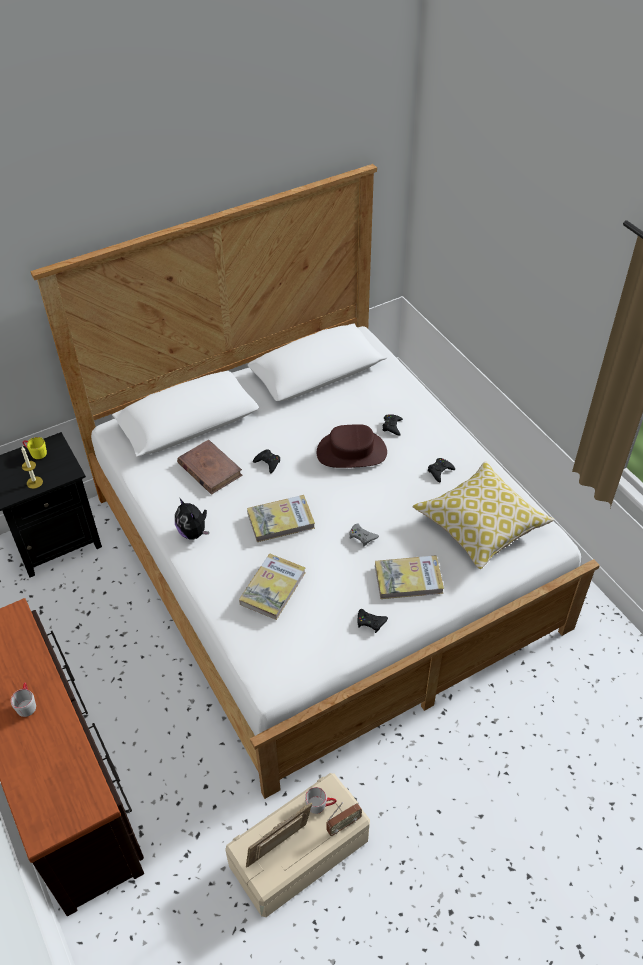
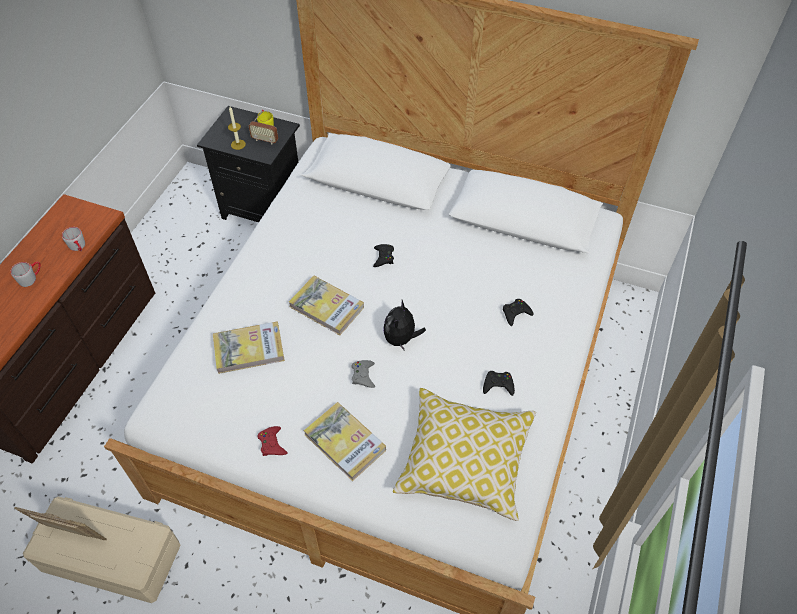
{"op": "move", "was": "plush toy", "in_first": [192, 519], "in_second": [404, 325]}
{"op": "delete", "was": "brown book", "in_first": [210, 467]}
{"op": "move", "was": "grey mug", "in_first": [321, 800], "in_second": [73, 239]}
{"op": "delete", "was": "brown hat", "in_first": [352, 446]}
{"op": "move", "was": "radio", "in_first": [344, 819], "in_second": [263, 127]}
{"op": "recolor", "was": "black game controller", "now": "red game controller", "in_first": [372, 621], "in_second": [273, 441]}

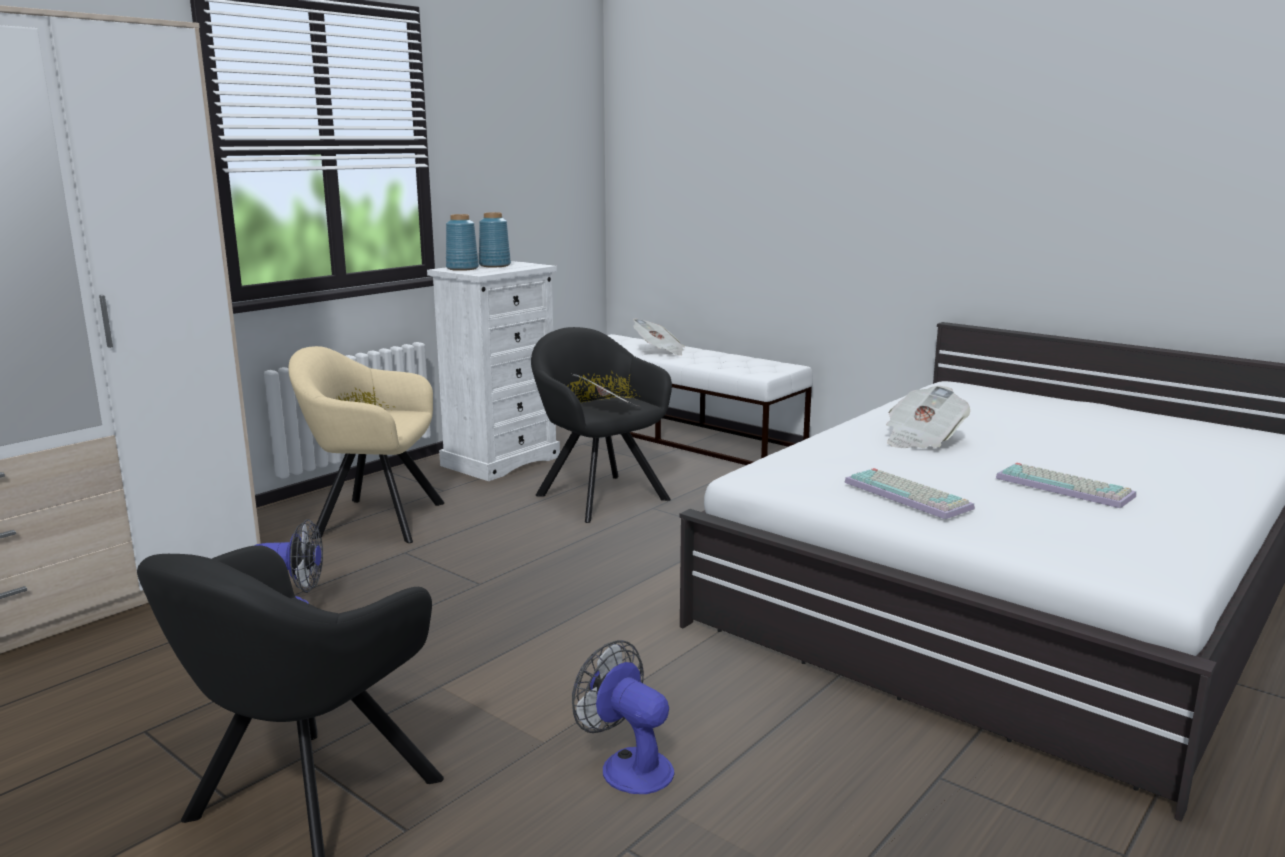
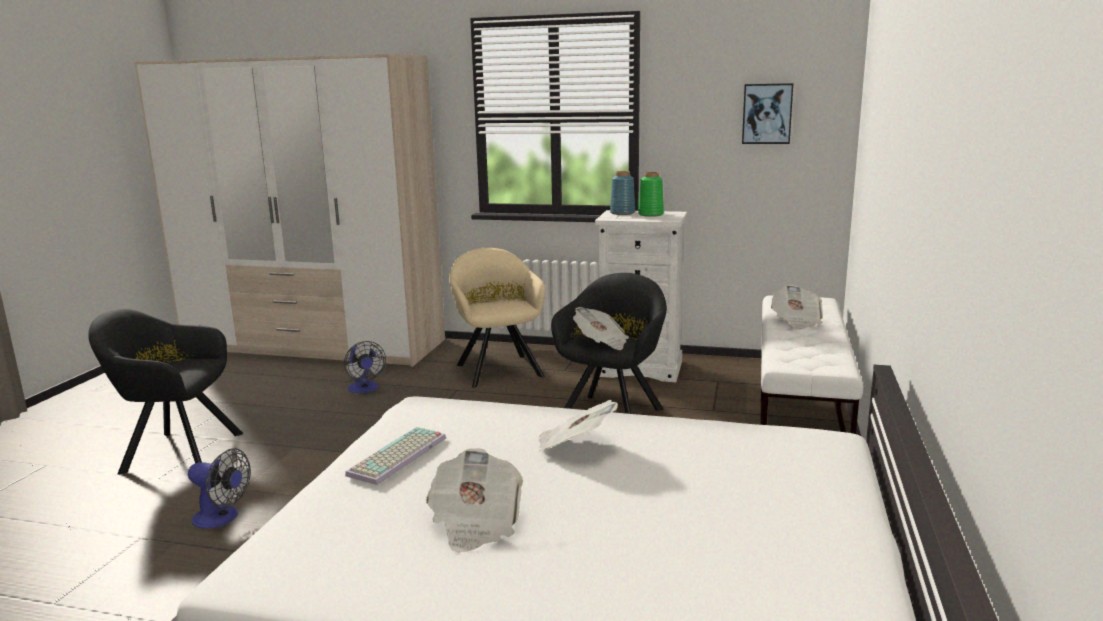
{"op": "recolor", "was": "blue vase", "now": "green vase", "in_first": [495, 239], "in_second": [651, 194]}
{"op": "rotate", "was": "fan", "in_first": [623, 717], "in_second": [219, 488], "clockwise": 90}
{"op": "replace", "was": "keyboard", "now": "newspaper", "in_first": [1066, 486], "in_second": [474, 500]}
{"op": "insert", "now": "picture", "in_second": [767, 113]}

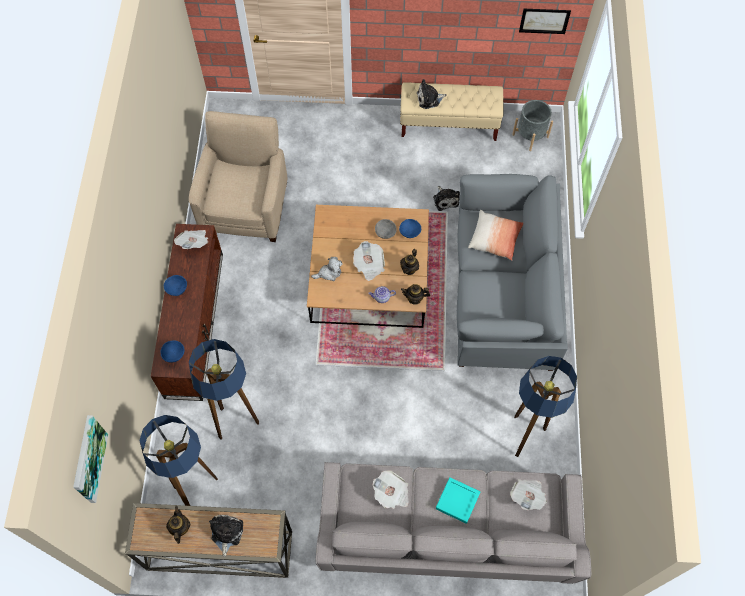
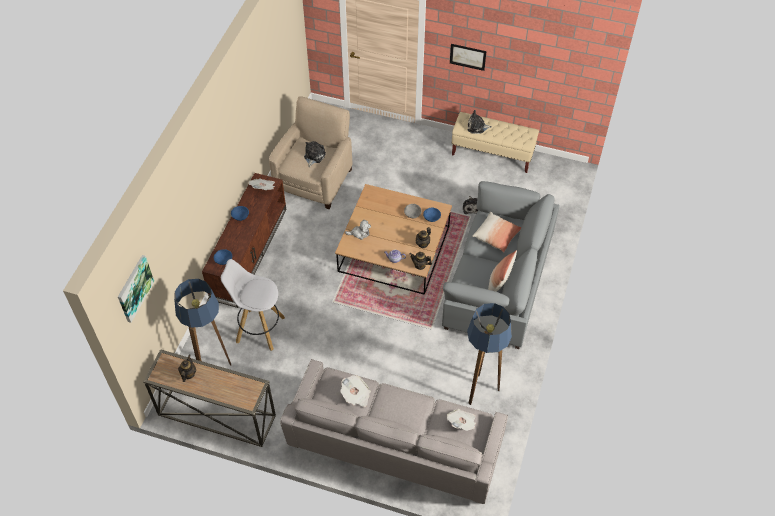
{"op": "replace", "was": "floor lamp", "now": "white stool", "in_first": [224, 389], "in_second": [253, 305]}
{"op": "move", "was": "plush toy", "in_first": [226, 536], "in_second": [315, 154]}
{"op": "delete", "was": "newspaper", "in_first": [369, 261]}
{"op": "delete", "was": "turquoise tray", "in_first": [458, 500]}
{"op": "delete", "was": "grey planter", "in_first": [532, 125]}
{"op": "move", "was": "picture", "in_first": [545, 21], "in_second": [468, 57]}
{"op": "insert", "now": "pillow", "in_second": [502, 271]}

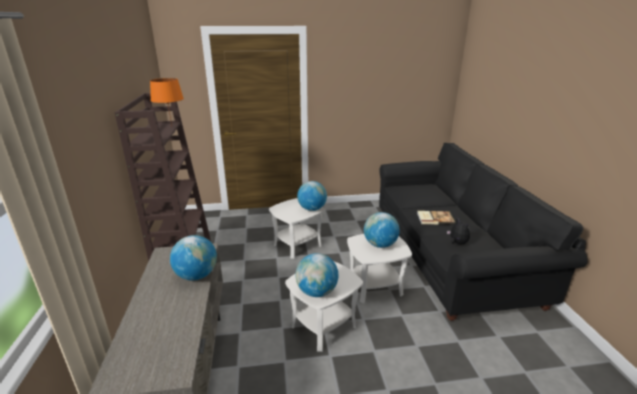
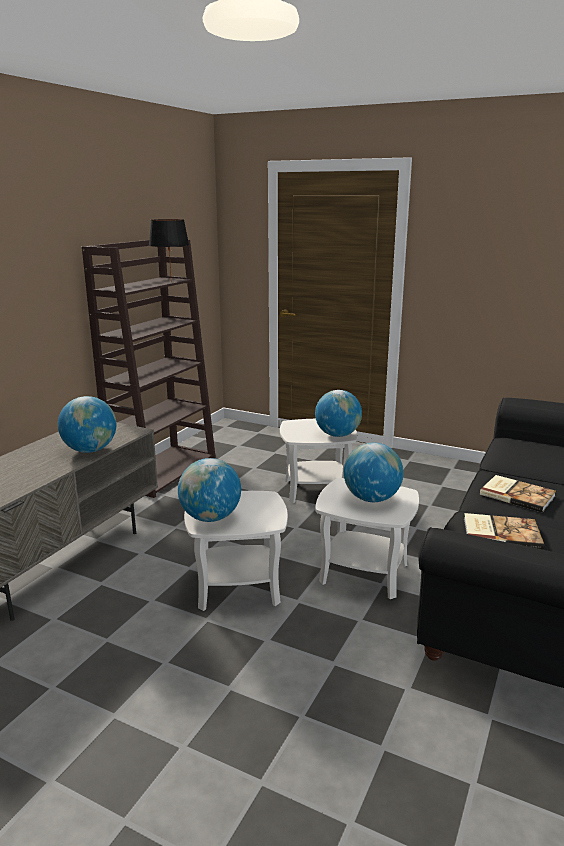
{"op": "recolor", "was": "orange table lamp", "now": "black table lamp", "in_first": [167, 101], "in_second": [169, 247]}
{"op": "replace", "was": "plush toy", "now": "book", "in_first": [458, 231], "in_second": [504, 531]}

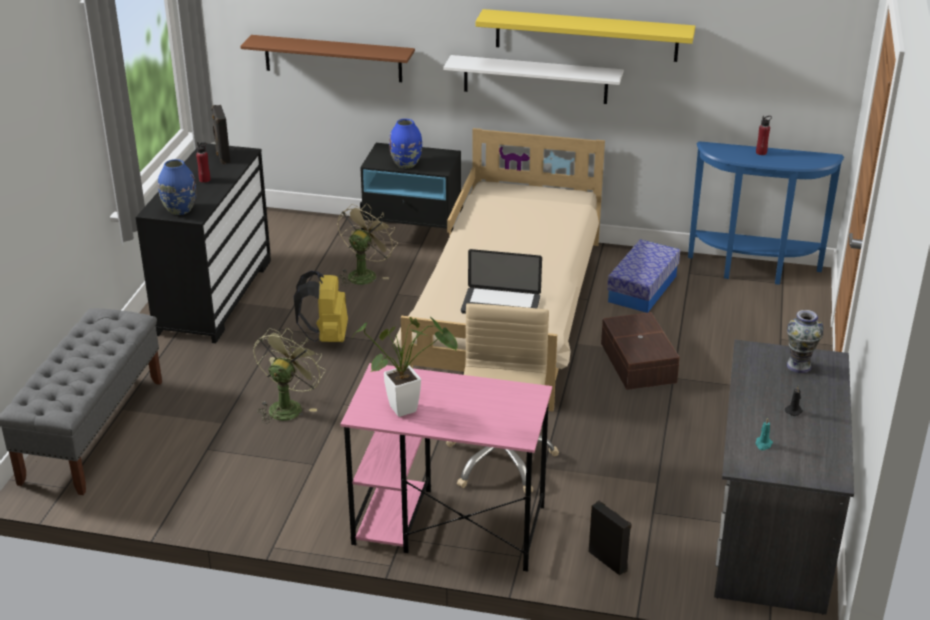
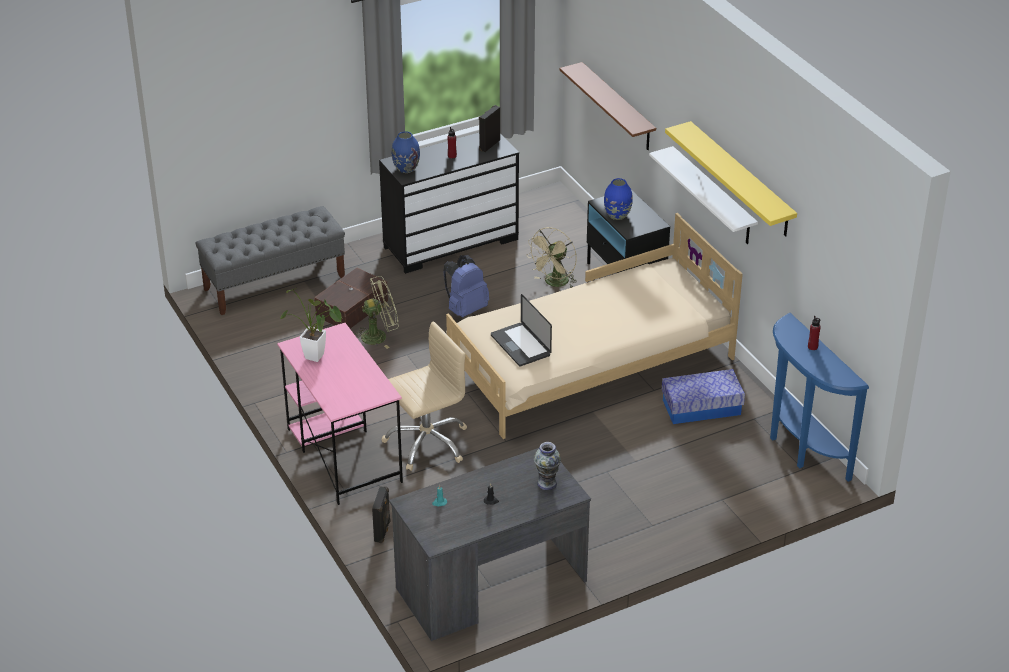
{"op": "recolor", "was": "yellow backpack", "now": "blue backpack", "in_first": [321, 306], "in_second": [466, 286]}
{"op": "rotate", "was": "beige fan", "in_first": [367, 245], "in_second": [552, 257], "clockwise": 135}
{"op": "move", "was": "brown storage box", "in_first": [640, 351], "in_second": [351, 297]}

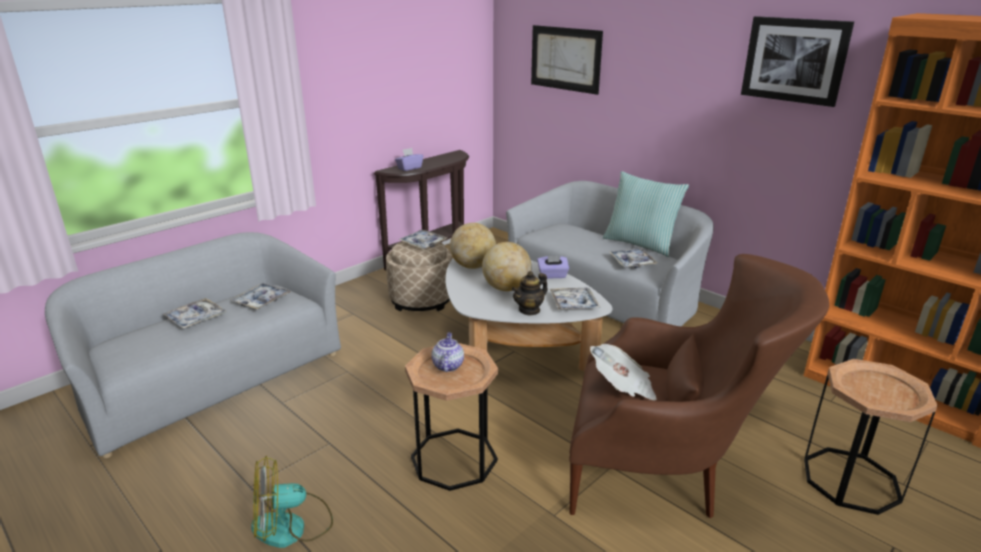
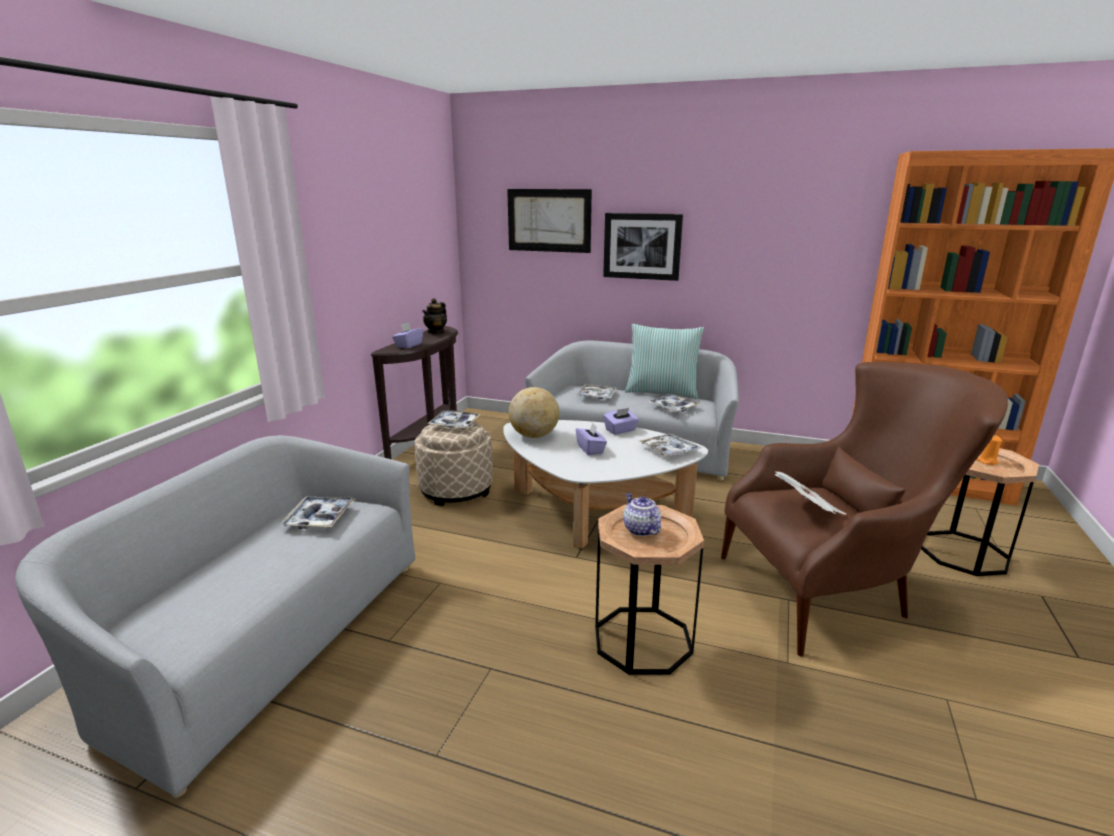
{"op": "move", "was": "tray", "in_first": [194, 313], "in_second": [597, 391]}
{"op": "delete", "was": "fan", "in_first": [292, 502]}
{"op": "replace", "was": "globe", "now": "purple tissue box", "in_first": [507, 266], "in_second": [591, 439]}
{"op": "move", "was": "teapot", "in_first": [530, 293], "in_second": [434, 316]}
{"op": "move", "was": "picture", "in_first": [797, 61], "in_second": [643, 247]}
{"op": "insert", "now": "orange candle", "in_second": [989, 450]}

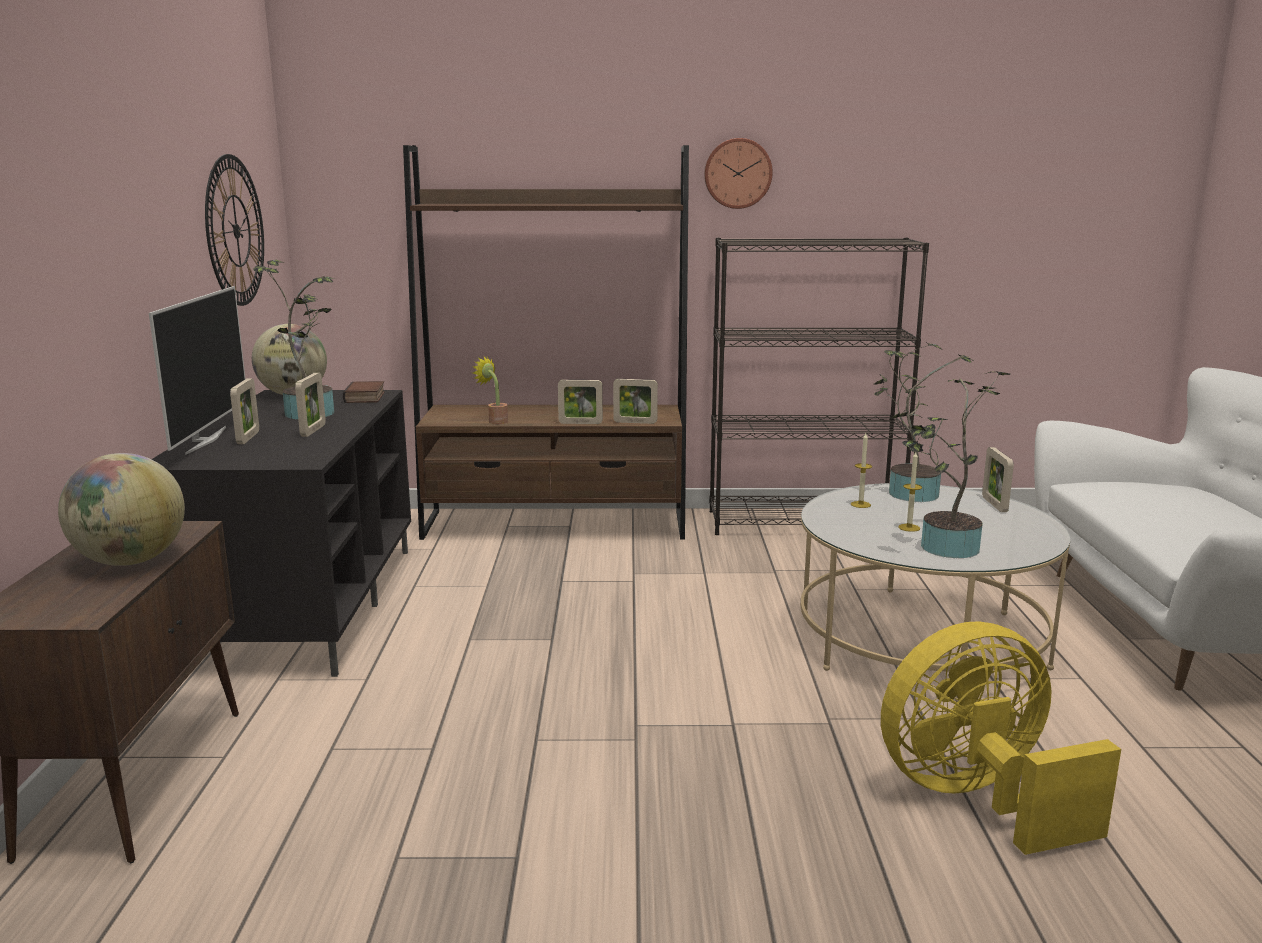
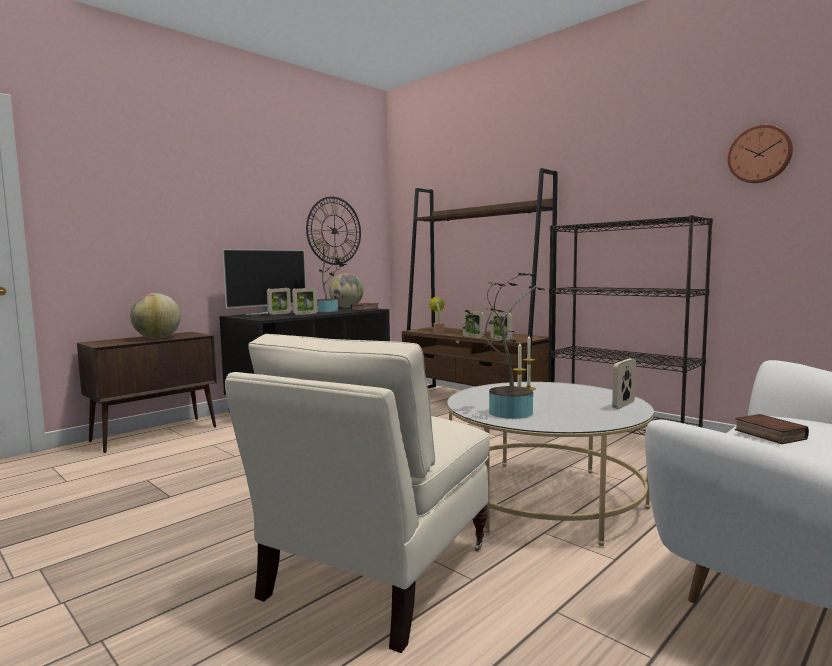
{"op": "move", "was": "wall clock", "in_first": [738, 173], "in_second": [760, 154]}
{"op": "delete", "was": "potted plant", "in_first": [924, 422]}
{"op": "replace", "was": "yellow fan", "now": "beige armchair", "in_first": [1001, 738], "in_second": [357, 493]}
{"op": "insert", "now": "book", "in_second": [772, 429]}

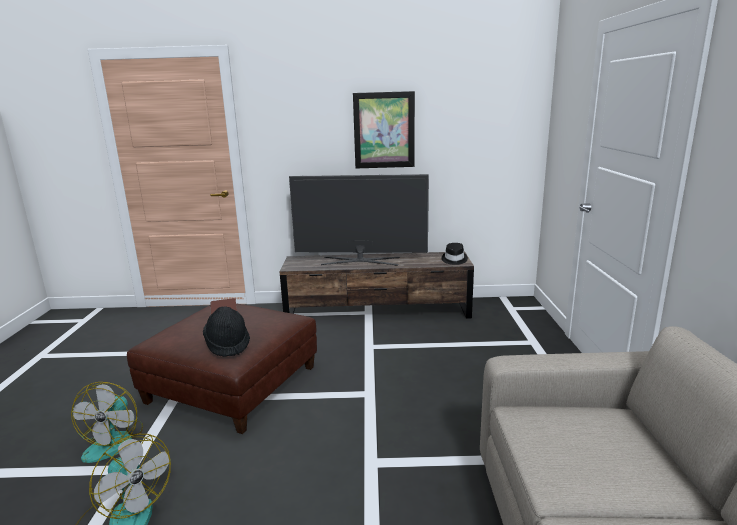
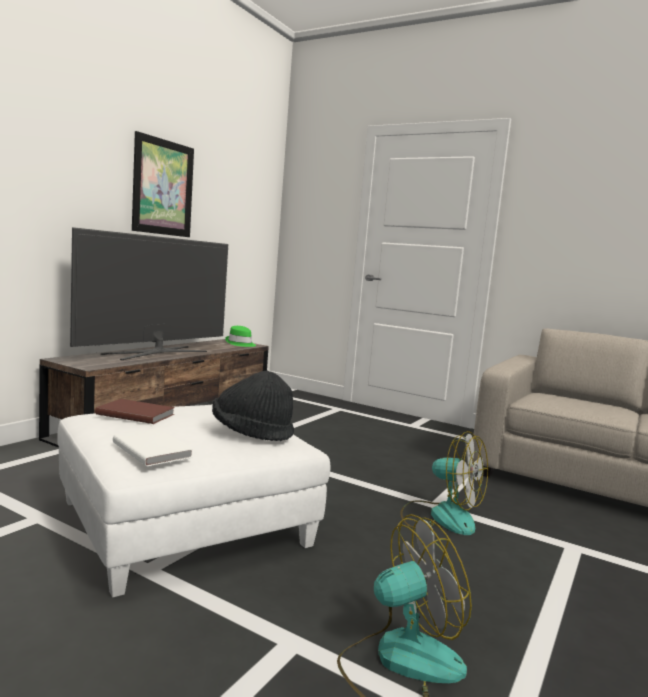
{"op": "move", "was": "fan", "in_first": [107, 422], "in_second": [444, 483]}
{"op": "recolor", "was": "brown ottoman", "now": "white ottoman", "in_first": [222, 369], "in_second": [193, 501]}
{"op": "recolor", "was": "black hat", "now": "green hat", "in_first": [455, 254], "in_second": [240, 336]}
{"op": "insert", "now": "white book", "in_second": [153, 447]}

